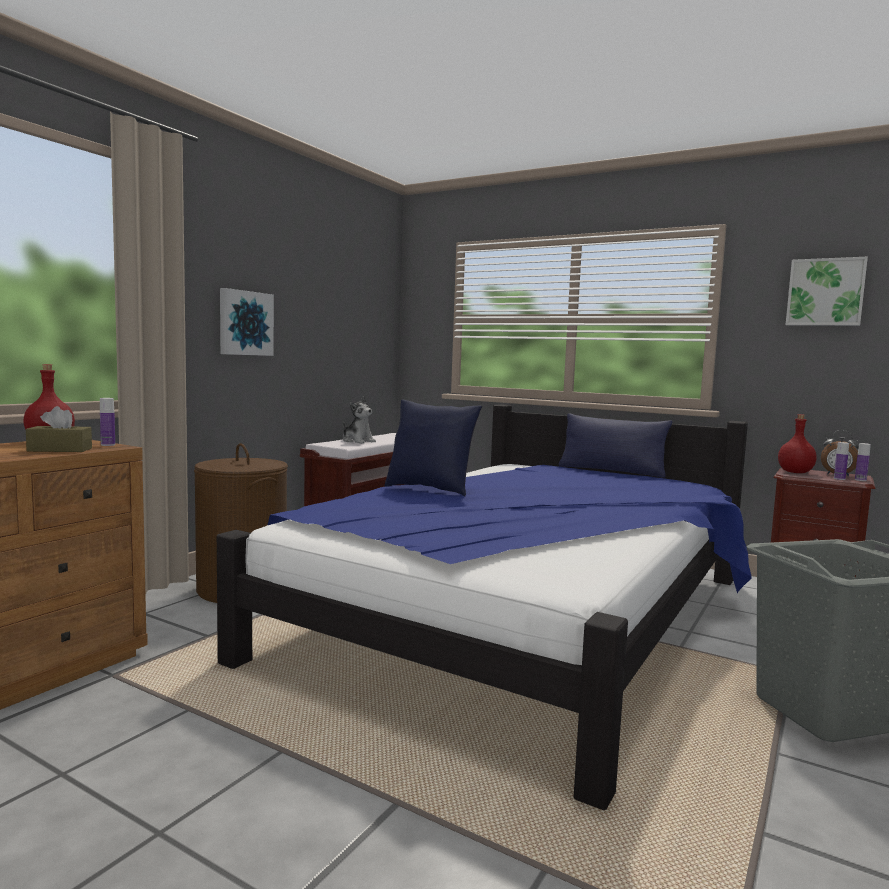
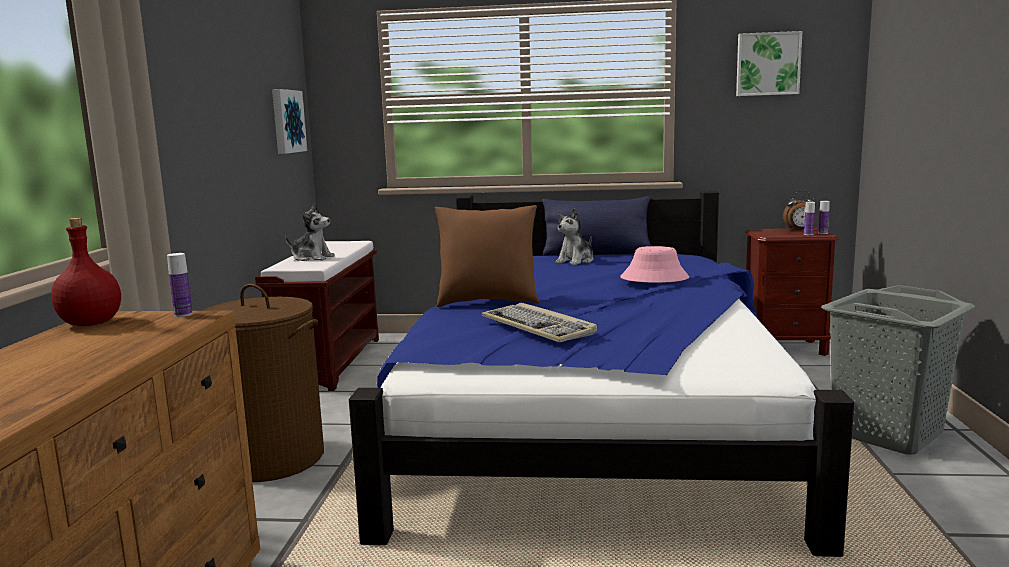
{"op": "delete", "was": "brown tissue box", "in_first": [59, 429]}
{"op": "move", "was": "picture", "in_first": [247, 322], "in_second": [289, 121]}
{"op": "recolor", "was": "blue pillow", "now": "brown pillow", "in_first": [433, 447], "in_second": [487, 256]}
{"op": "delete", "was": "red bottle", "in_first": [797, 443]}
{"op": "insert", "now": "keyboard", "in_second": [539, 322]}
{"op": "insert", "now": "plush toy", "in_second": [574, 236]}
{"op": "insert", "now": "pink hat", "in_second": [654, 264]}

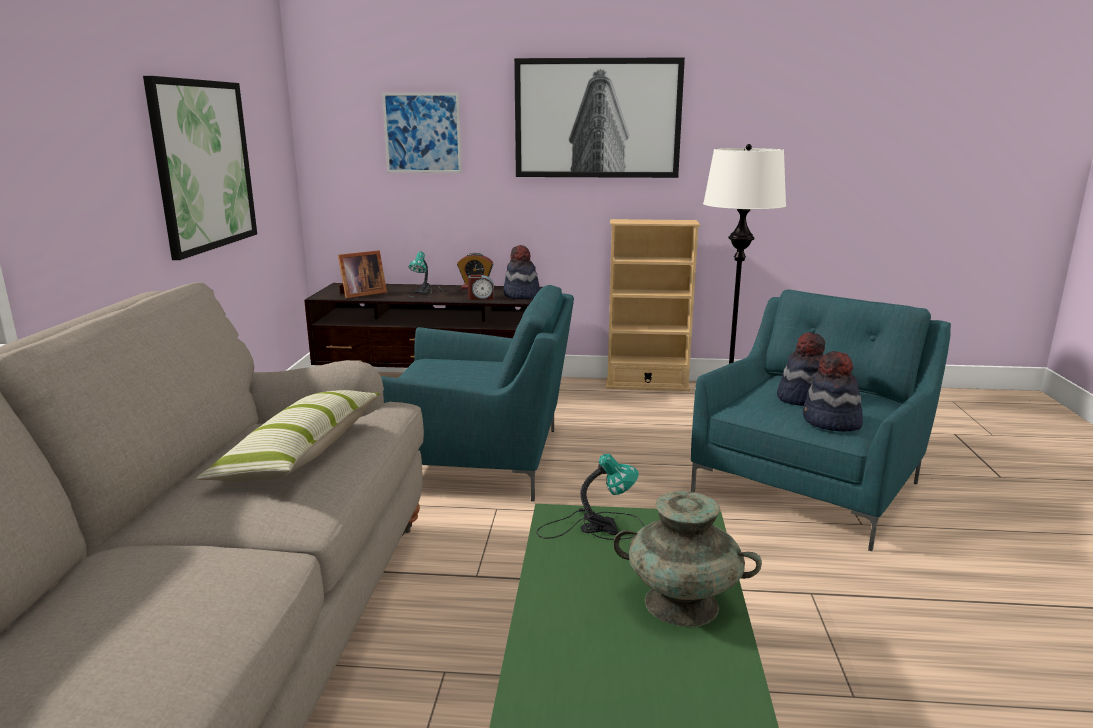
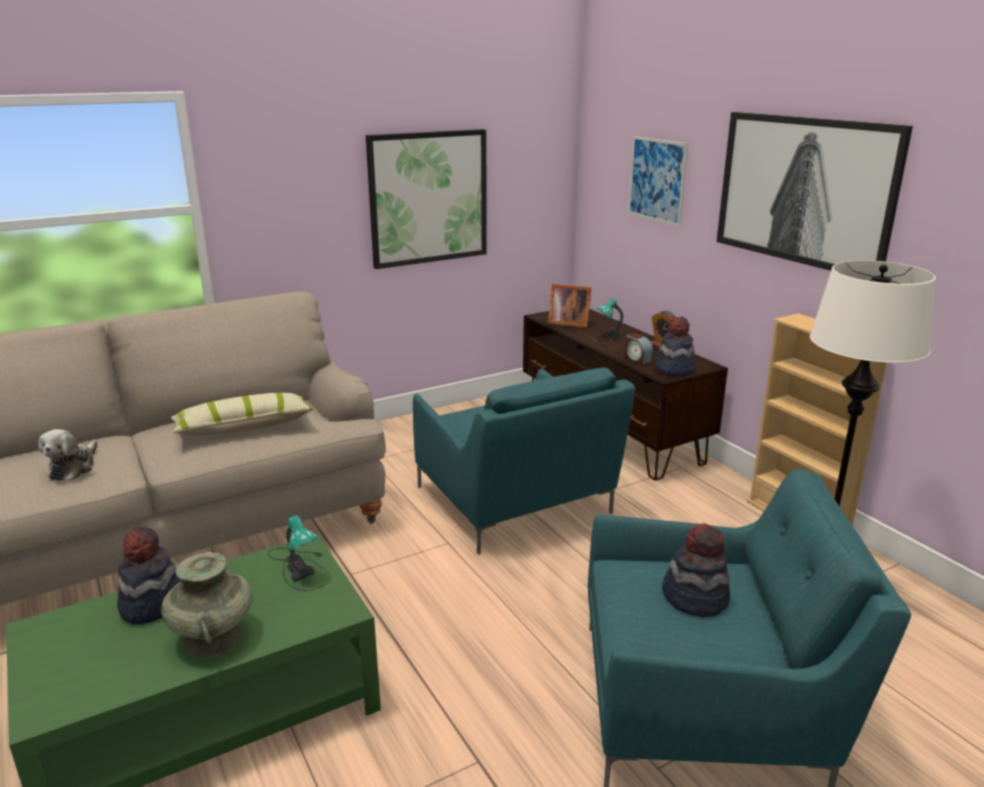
{"op": "move", "was": "hat", "in_first": [833, 391], "in_second": [149, 576]}
{"op": "insert", "now": "plush toy", "in_second": [67, 455]}

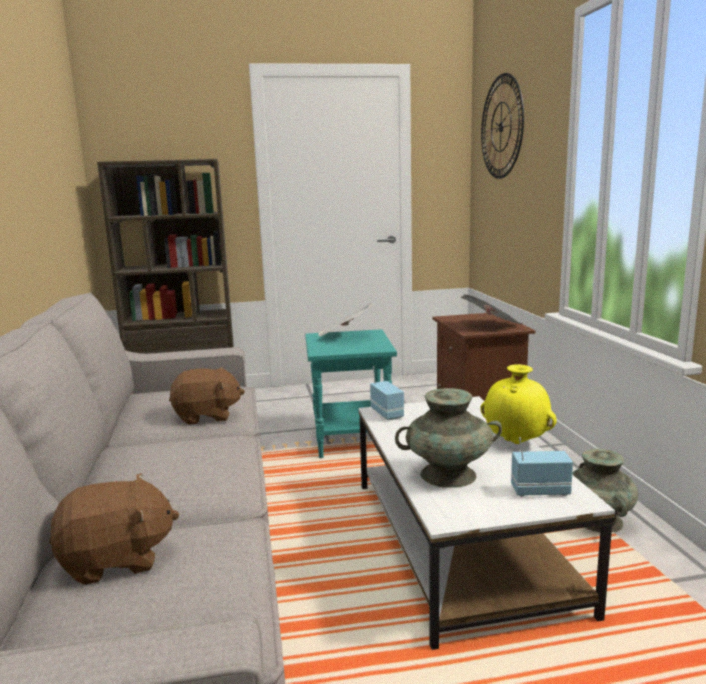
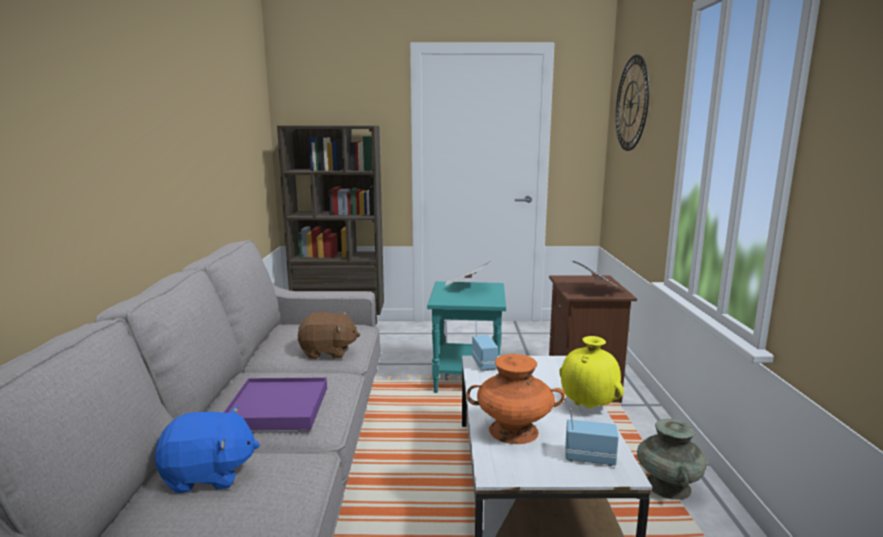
{"op": "recolor", "was": "brown plush toy", "now": "blue plush toy", "in_first": [114, 529], "in_second": [207, 449]}
{"op": "recolor", "was": "turquoise vase", "now": "orange vase", "in_first": [448, 438], "in_second": [515, 399]}
{"op": "insert", "now": "purple tray", "in_second": [275, 403]}

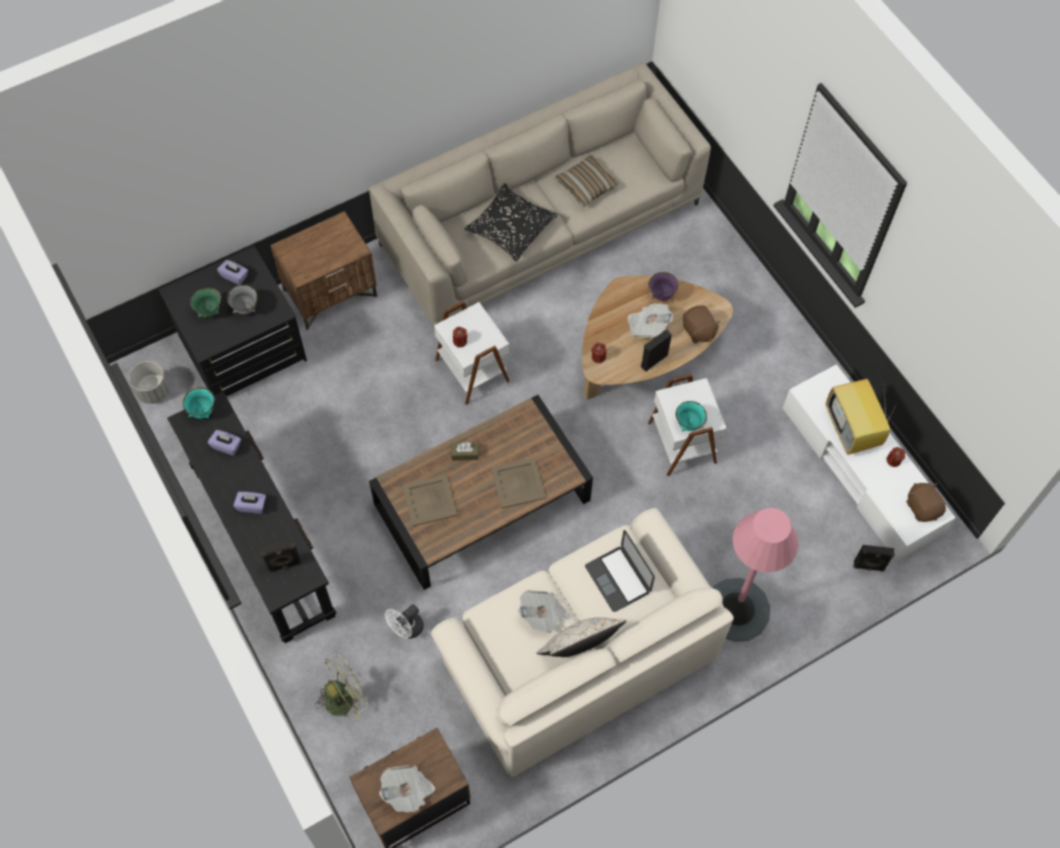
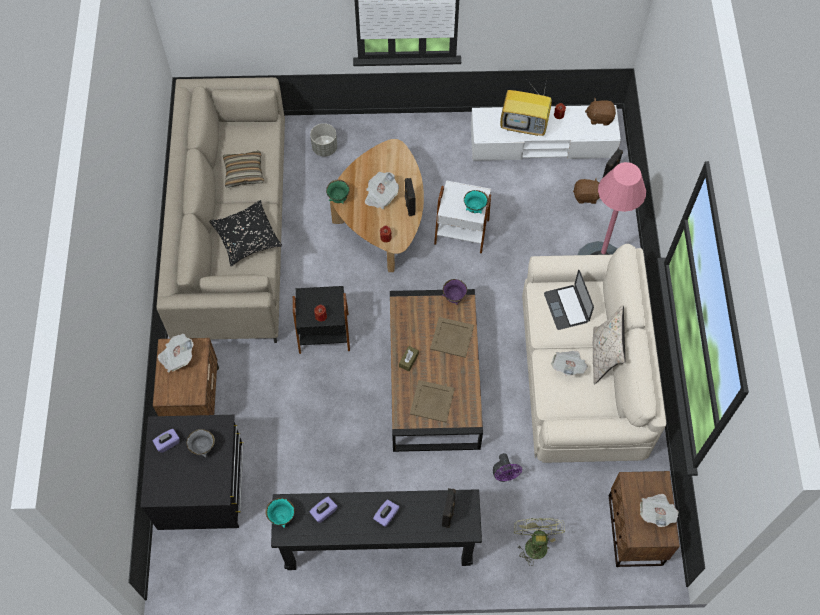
{"op": "move", "was": "grey planter", "in_first": [149, 382], "in_second": [323, 139]}
{"op": "move", "was": "green bowl", "in_first": [206, 303], "in_second": [338, 192]}
{"op": "recolor", "was": "white fan", "now": "purple fan", "in_first": [404, 621], "in_second": [507, 467]}
{"op": "recolor", "was": "white side table", "now": "black side table", "in_first": [472, 353], "in_second": [321, 320]}
{"op": "rotate", "was": "laptop", "in_first": [620, 571], "in_second": [569, 300], "clockwise": 75}
{"op": "move", "was": "purple bowl", "in_first": [663, 286], "in_second": [454, 292]}
{"op": "move", "was": "brown plush toy", "in_first": [702, 324], "in_second": [586, 190]}
{"op": "insert", "now": "newspaper", "in_second": [176, 353]}

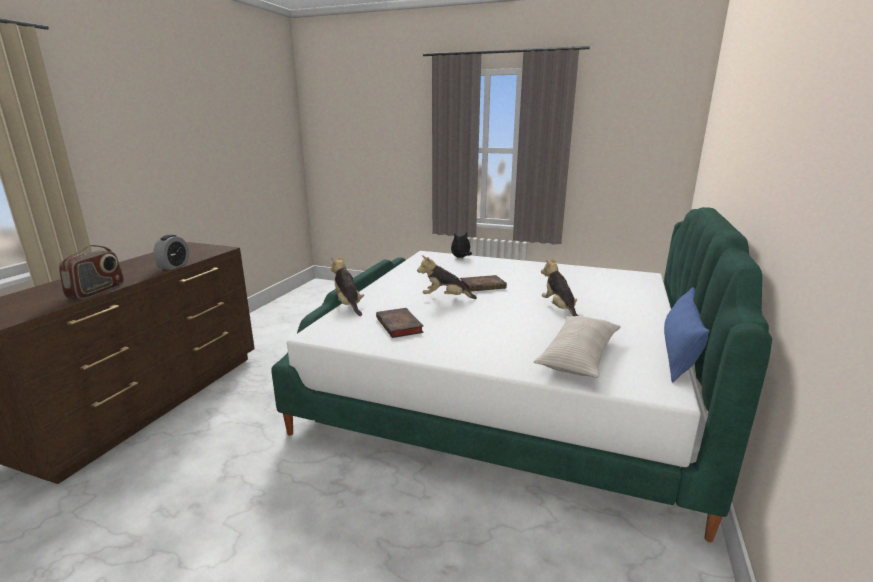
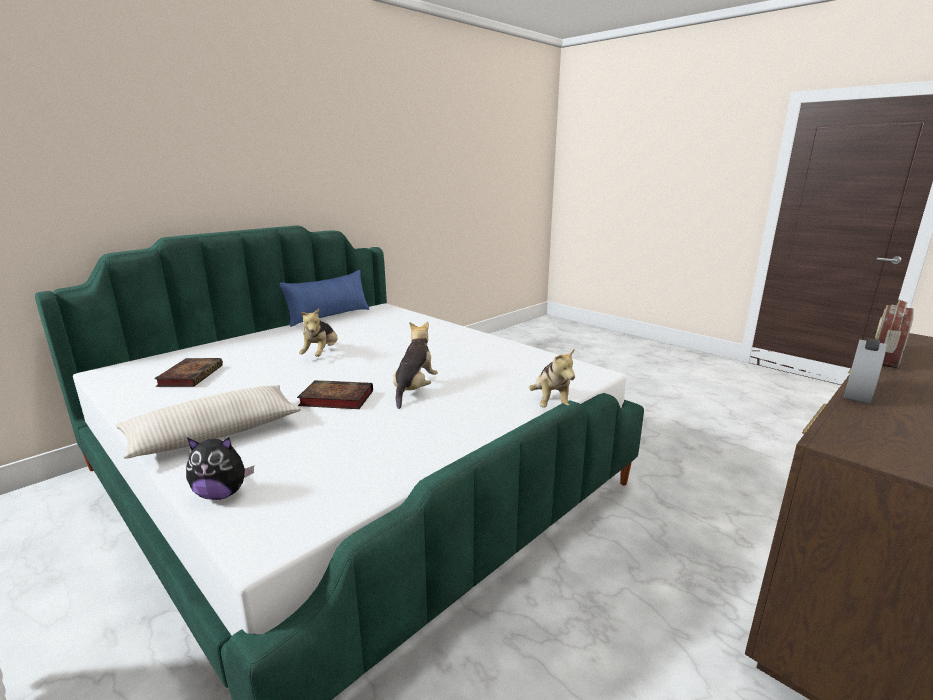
{"op": "move", "was": "book", "in_first": [400, 323], "in_second": [188, 372]}
{"op": "rotate", "was": "plush toy", "in_first": [447, 277], "in_second": [415, 365], "clockwise": -105}
{"op": "move", "was": "beige pillow", "in_first": [577, 347], "in_second": [208, 422]}

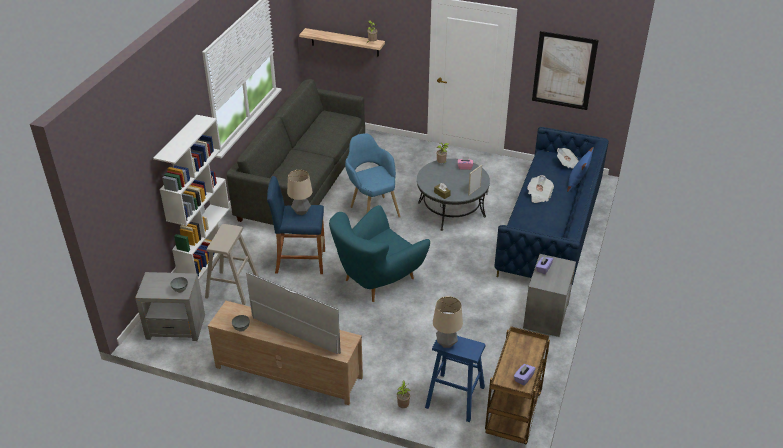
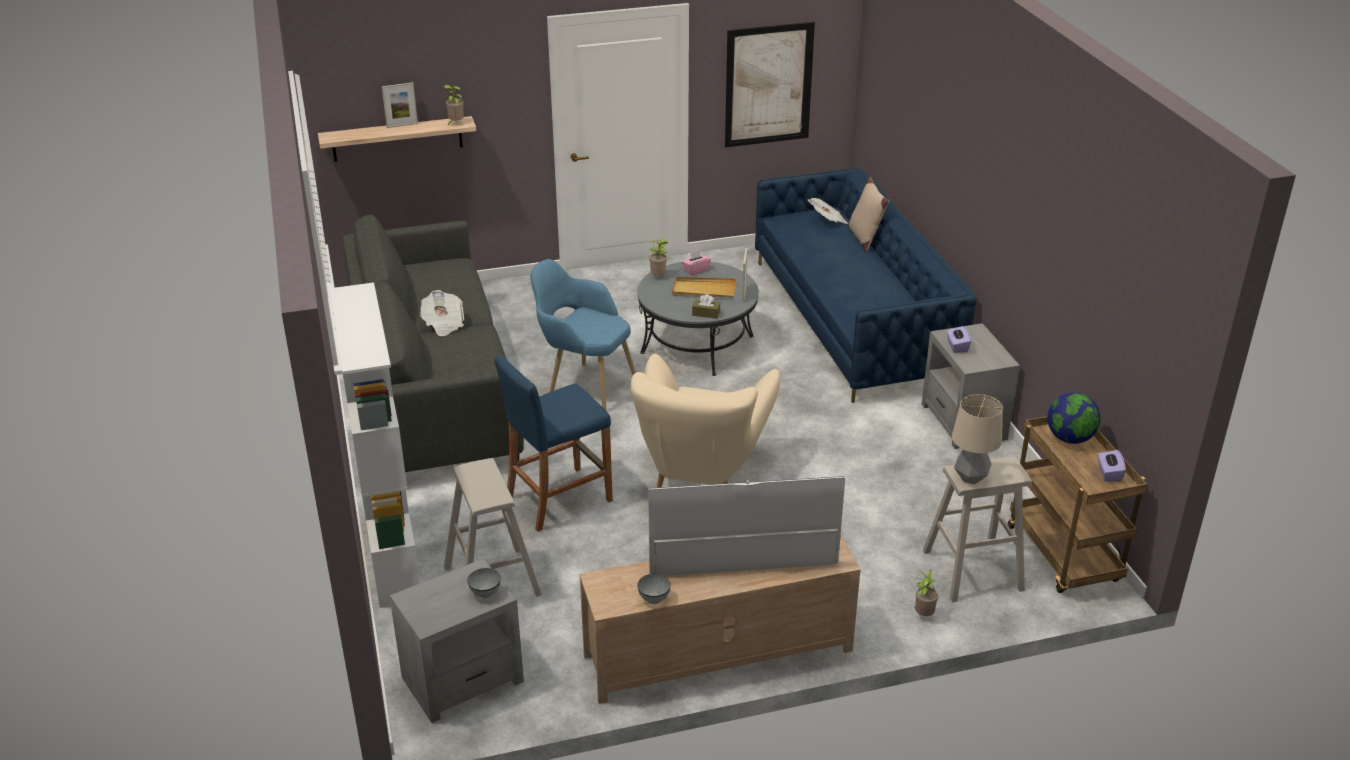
{"op": "delete", "was": "table lamp", "in_first": [300, 192]}
{"op": "recolor", "was": "turquoise armchair", "now": "beige armchair", "in_first": [379, 253], "in_second": [705, 421]}
{"op": "recolor", "was": "blue stool", "now": "beige stool", "in_first": [455, 379], "in_second": [977, 530]}
{"op": "move", "was": "newspaper", "in_first": [540, 189], "in_second": [442, 313]}
{"op": "recolor", "was": "blue pillow", "now": "beige pillow", "in_first": [580, 169], "in_second": [869, 214]}
{"op": "insert", "now": "picture frame", "in_second": [400, 105]}
{"op": "insert", "now": "beige tray", "in_second": [704, 287]}
{"op": "insert", "now": "globe", "in_second": [1074, 418]}

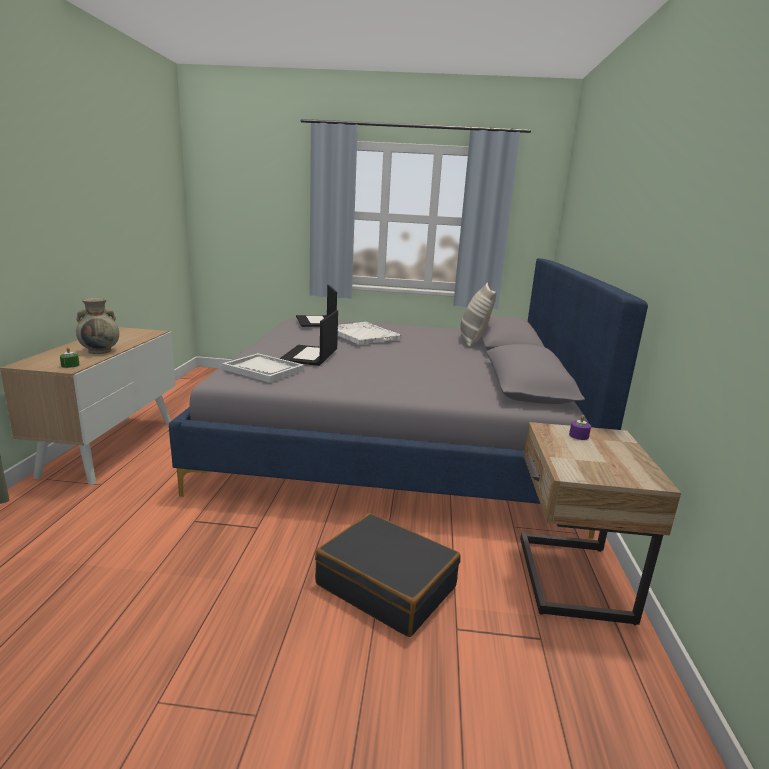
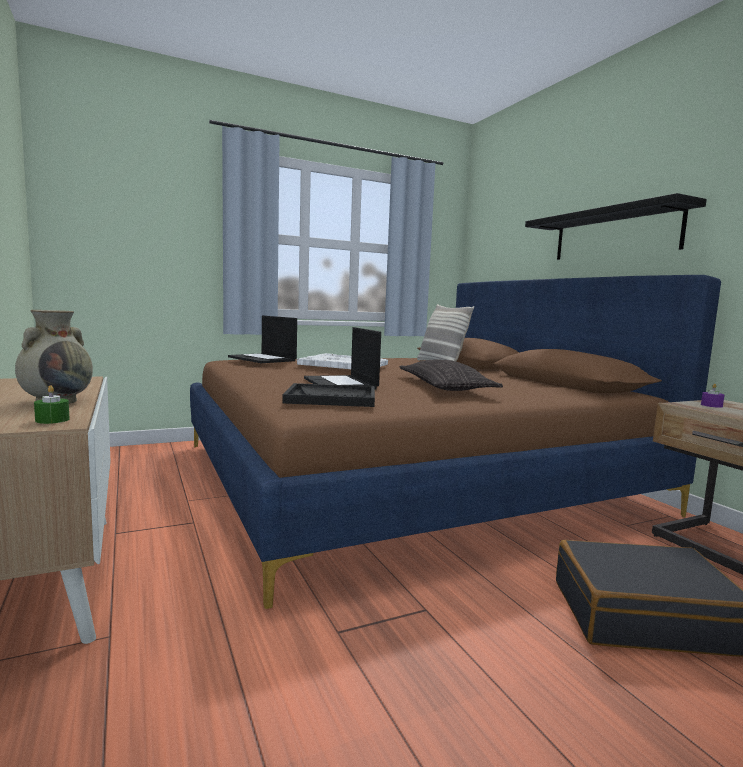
{"op": "recolor", "was": "grey bed", "now": "brown bed", "in_first": [408, 398], "in_second": [455, 442]}
{"op": "recolor", "was": "white tray", "now": "black tray", "in_first": [263, 368], "in_second": [328, 395]}
{"op": "insert", "now": "pillow", "in_second": [451, 375]}
{"op": "insert", "now": "black shelf", "in_second": [616, 226]}

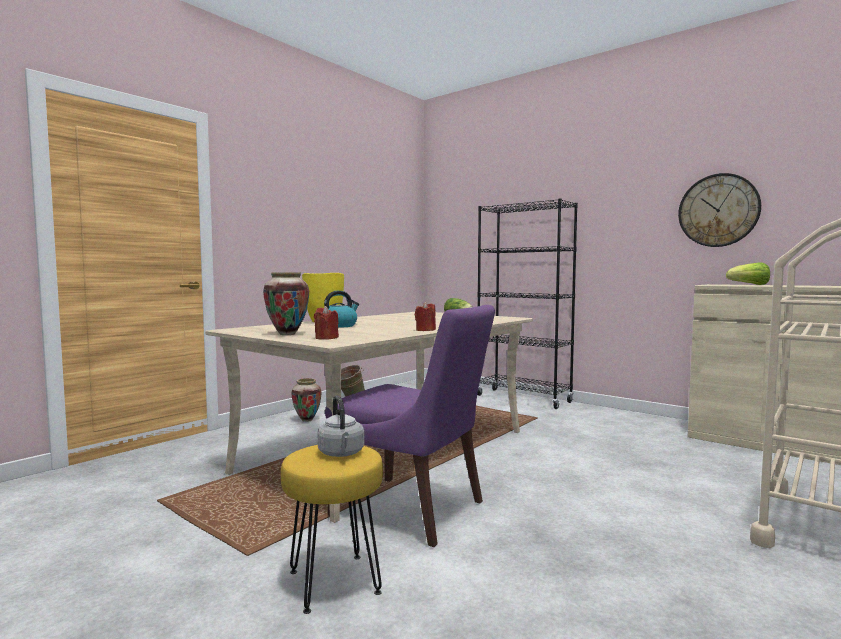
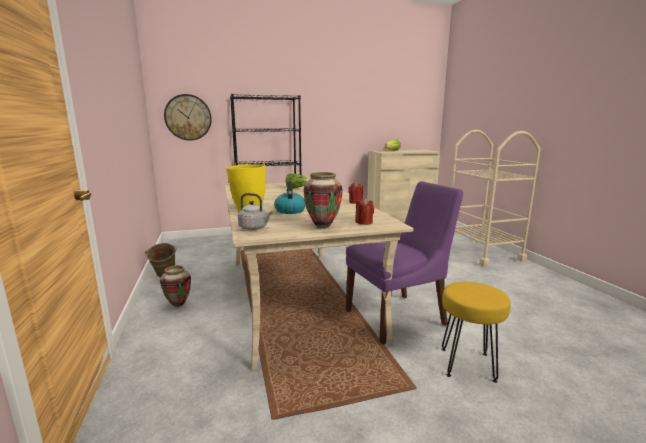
{"op": "move", "was": "grey kettle", "in_first": [341, 426], "in_second": [255, 211]}
{"op": "move", "was": "wall clock", "in_first": [719, 210], "in_second": [188, 117]}

